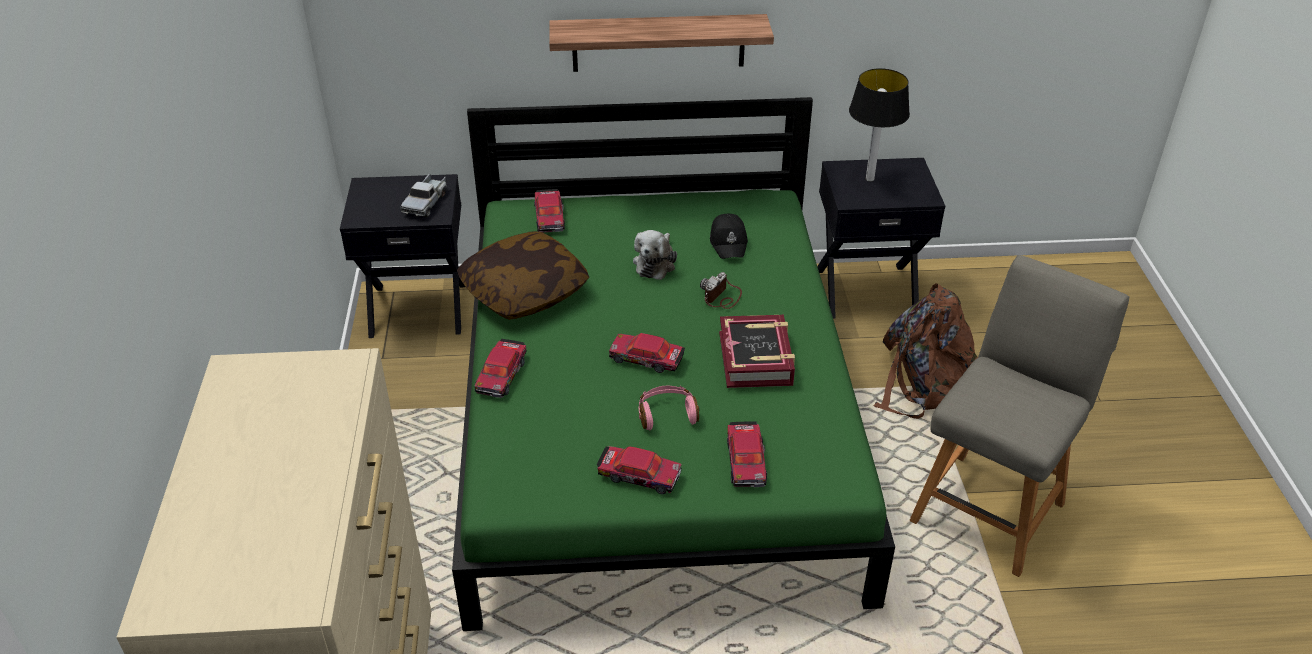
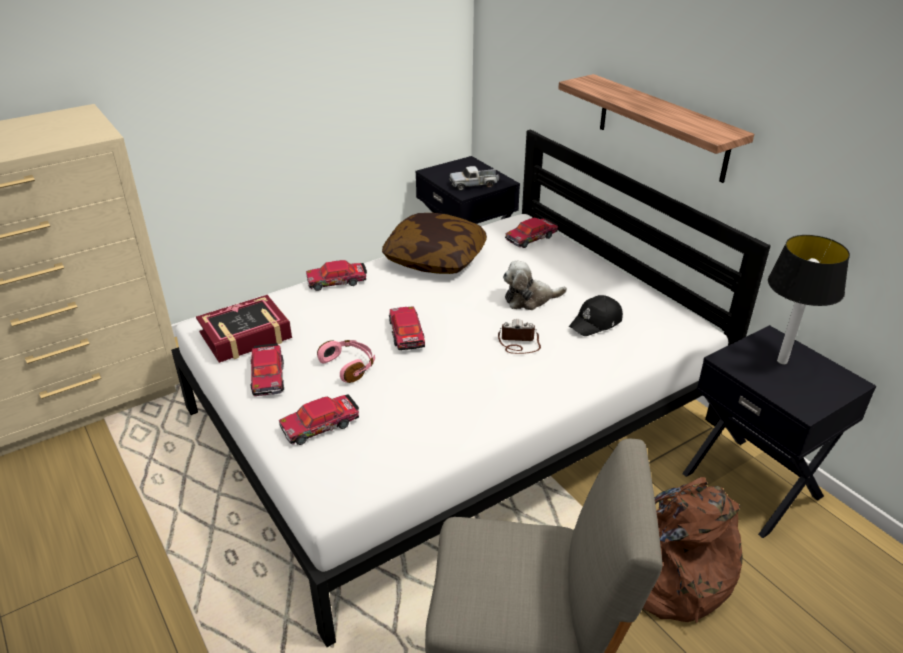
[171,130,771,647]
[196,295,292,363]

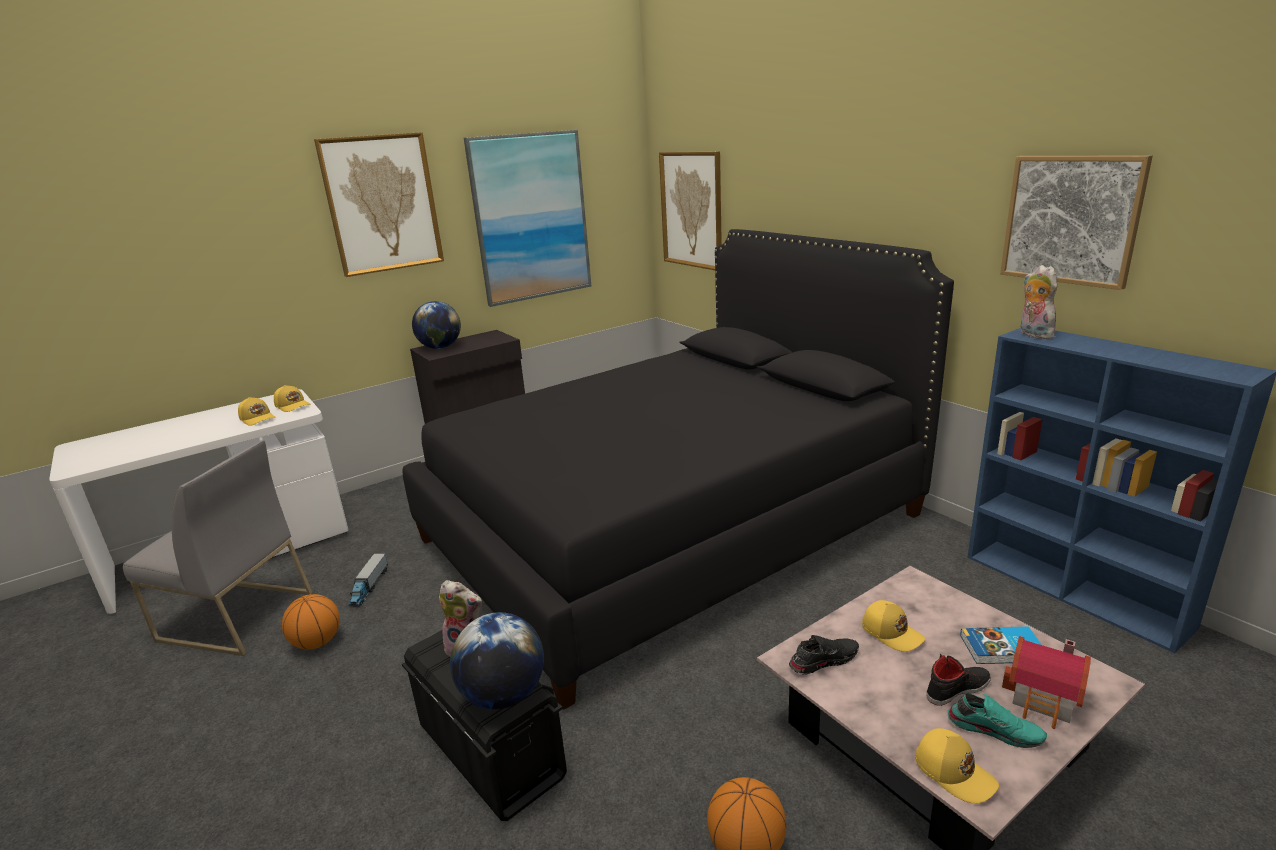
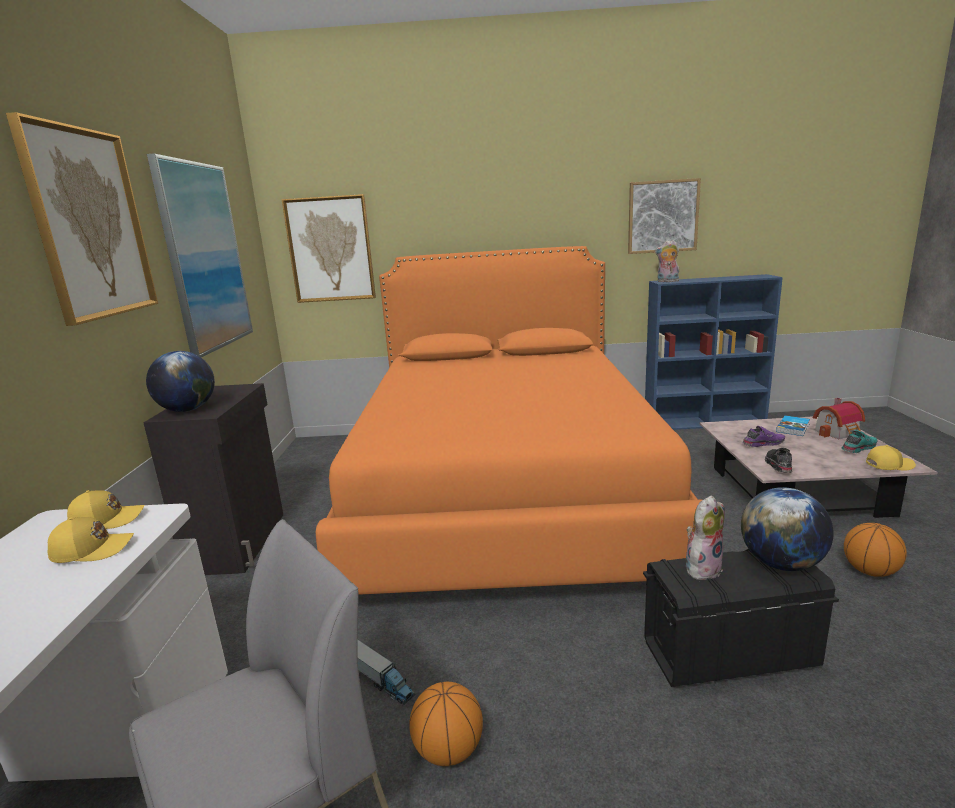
[316,246,702,595]
[742,426,785,447]
[926,654,991,706] (first image)

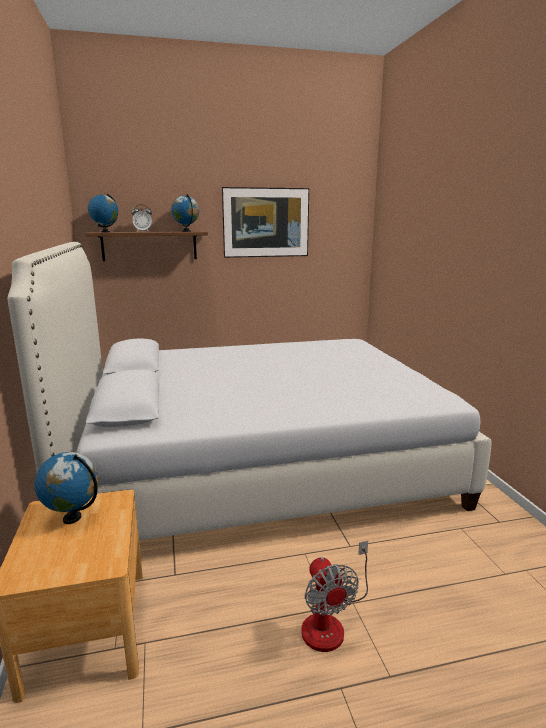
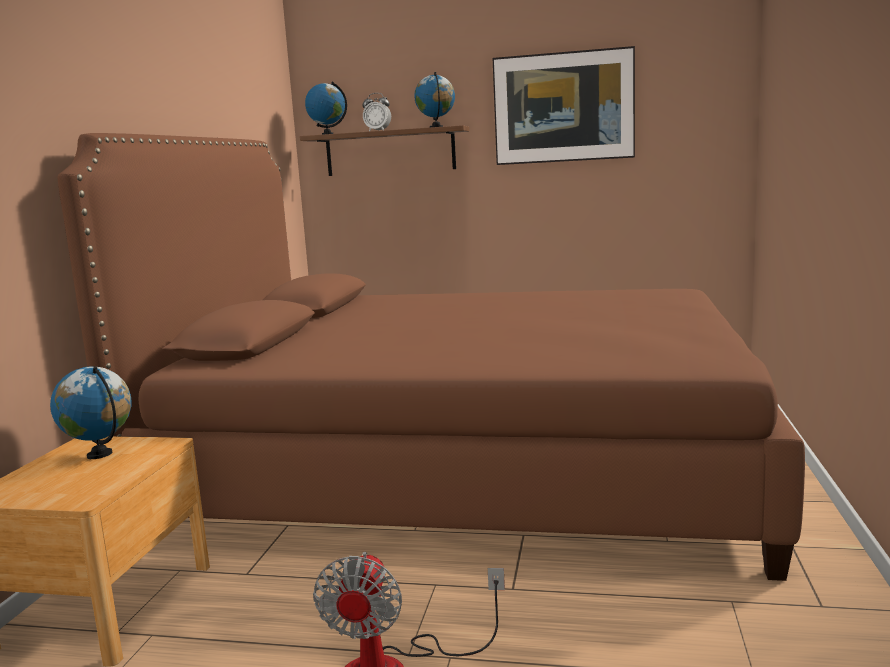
[57,133,805,581]

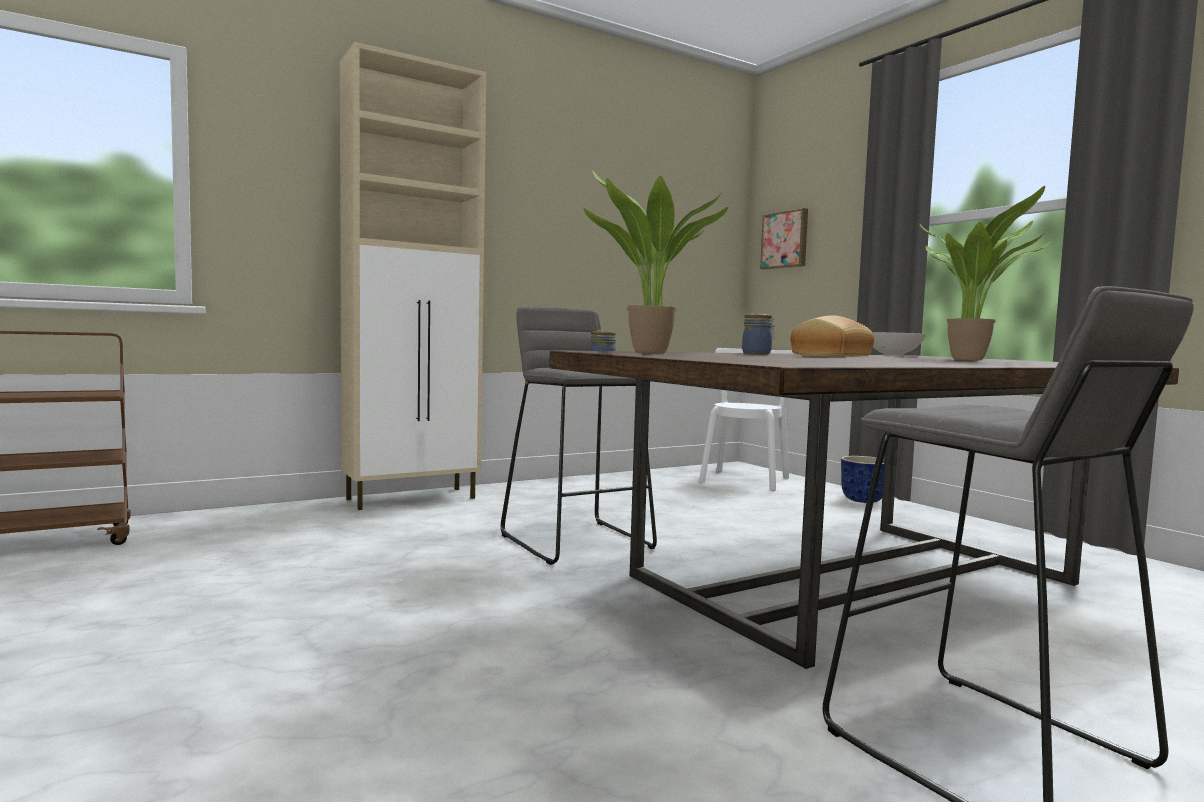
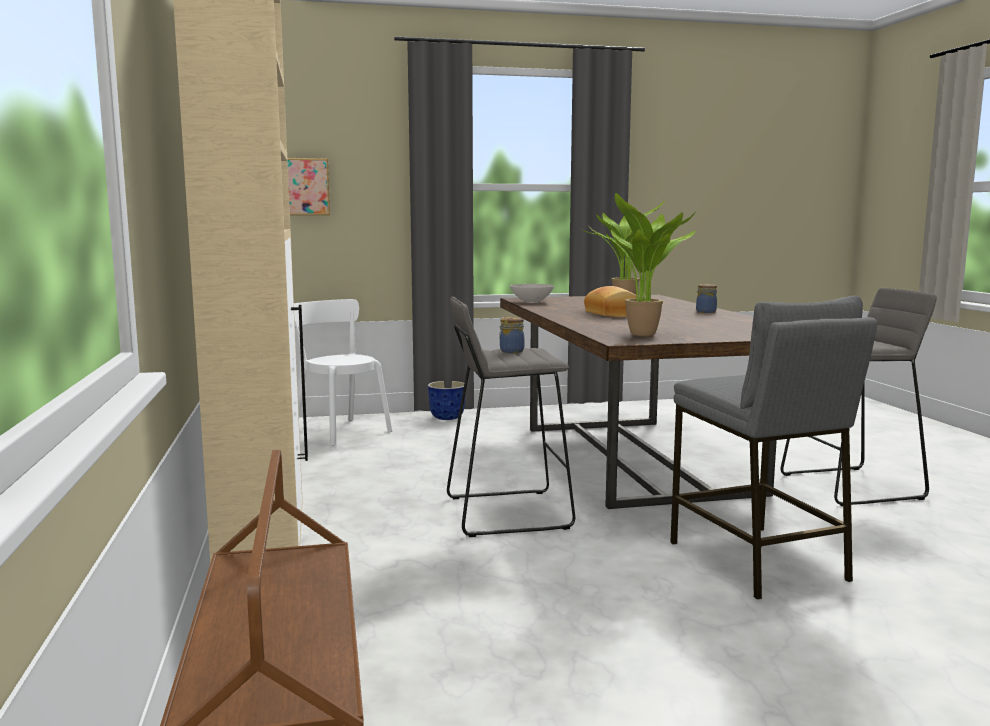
[670,296,878,600]
[696,284,717,313]

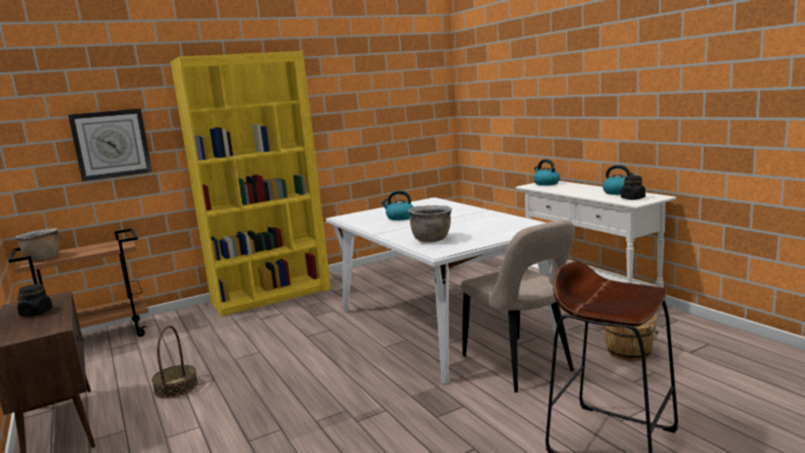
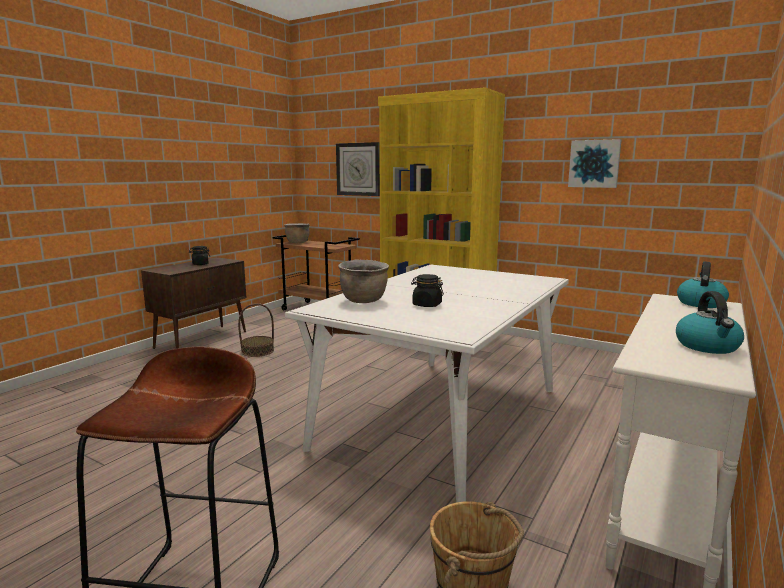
[411,274,444,307]
[568,139,622,188]
[381,190,414,221] (first image)
[461,220,575,393] (first image)

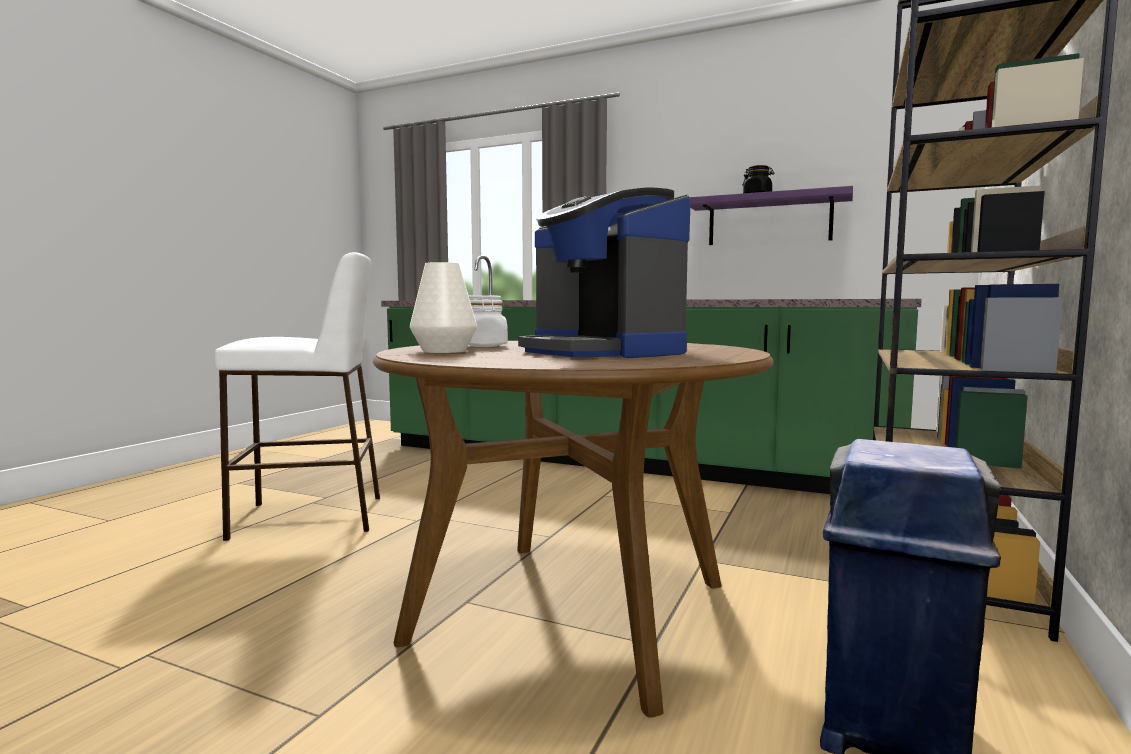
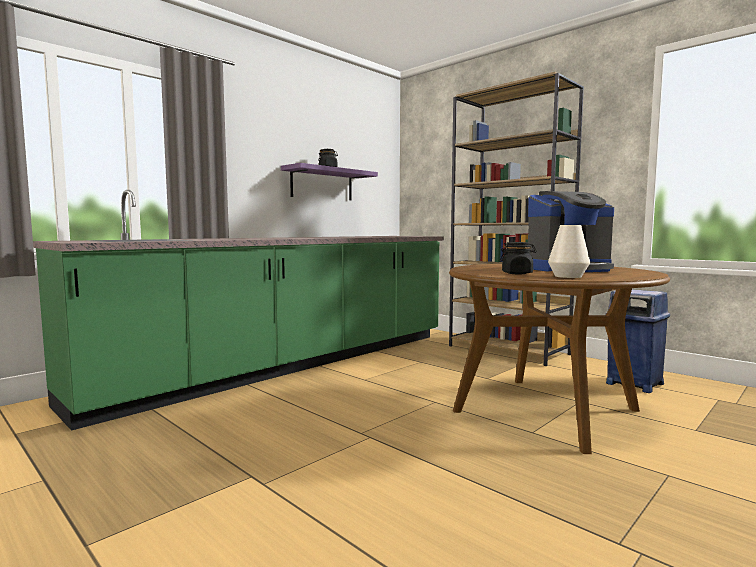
[500,242,537,274]
[215,252,380,541] (first image)

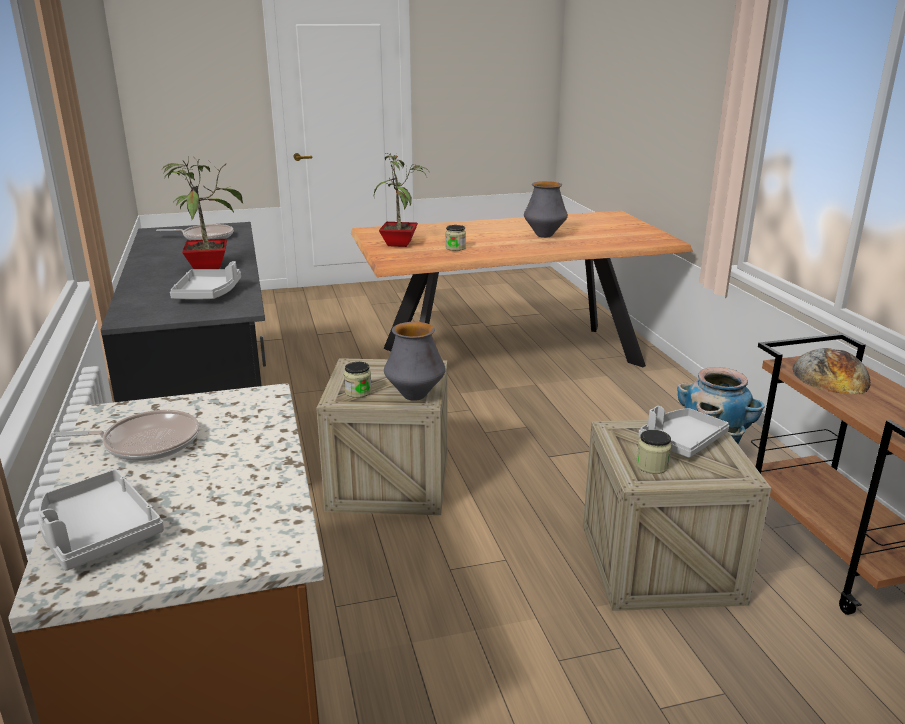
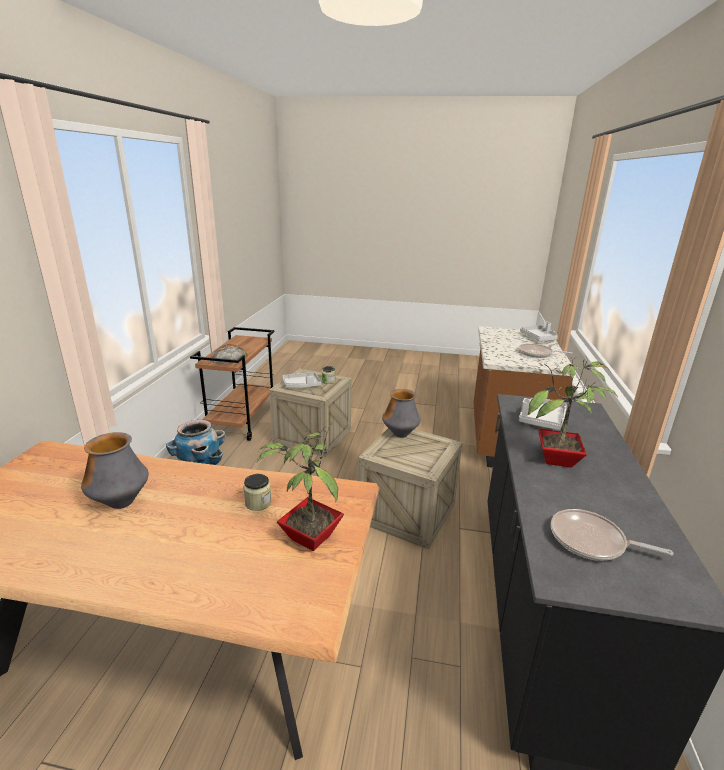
[344,362,372,398] (first image)

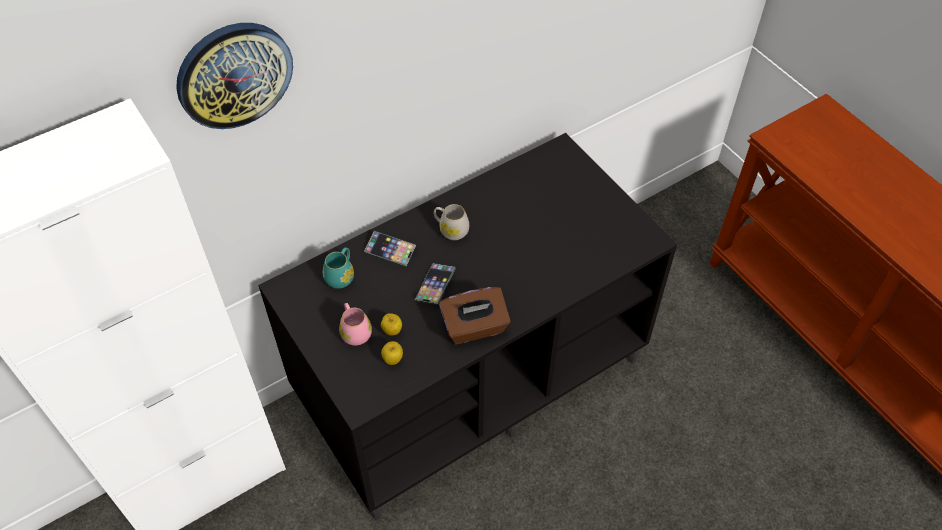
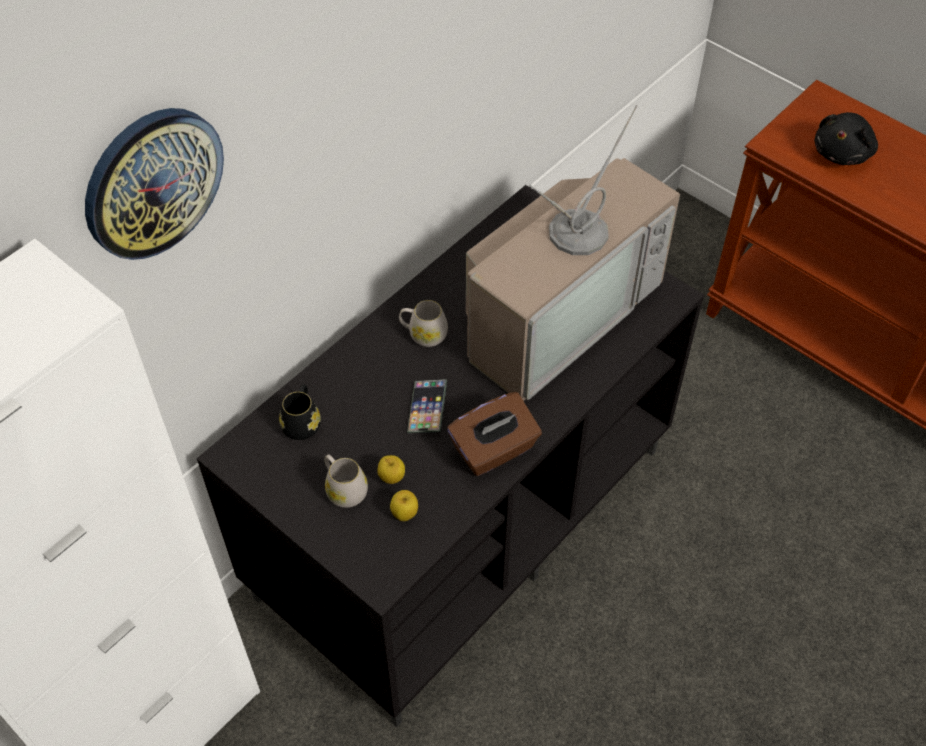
[279,384,321,440]
[324,455,368,508]
[466,105,680,401]
[814,112,878,165]
[364,231,416,267] (first image)

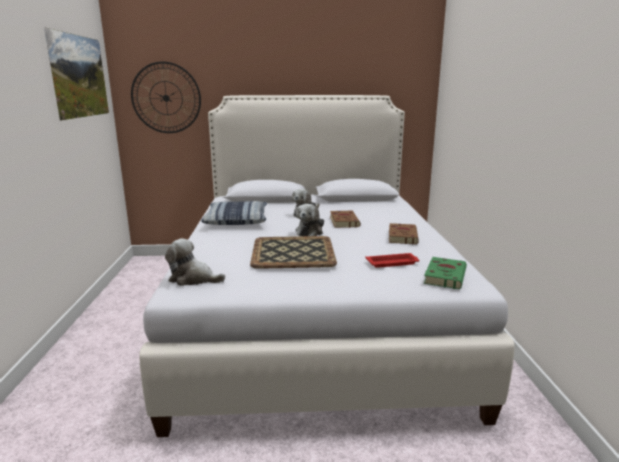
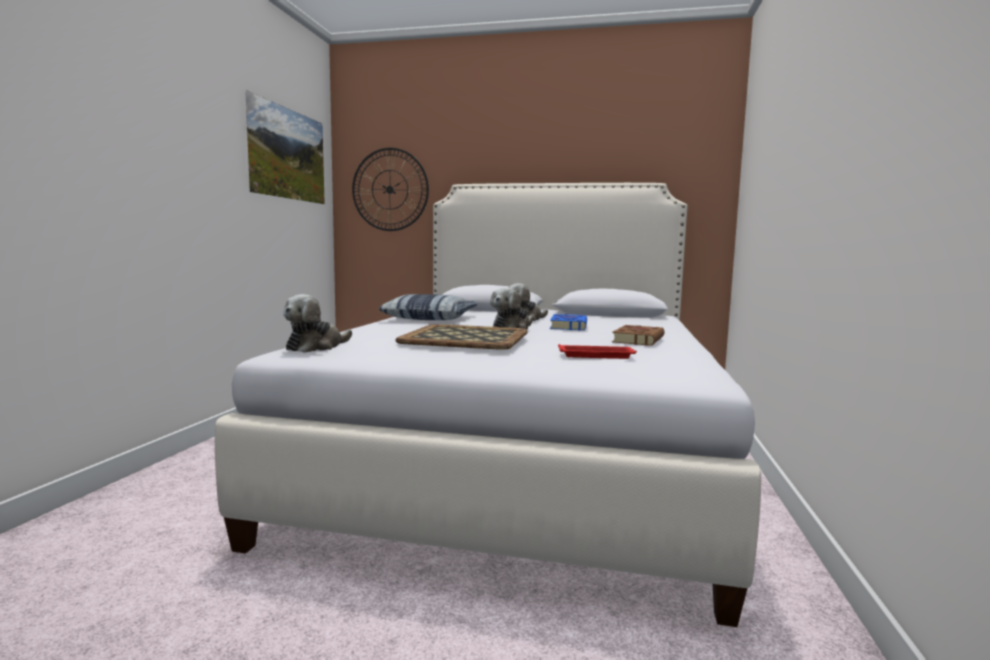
[283,294,352,353]
[550,314,587,331]
[424,257,467,289] (first image)

